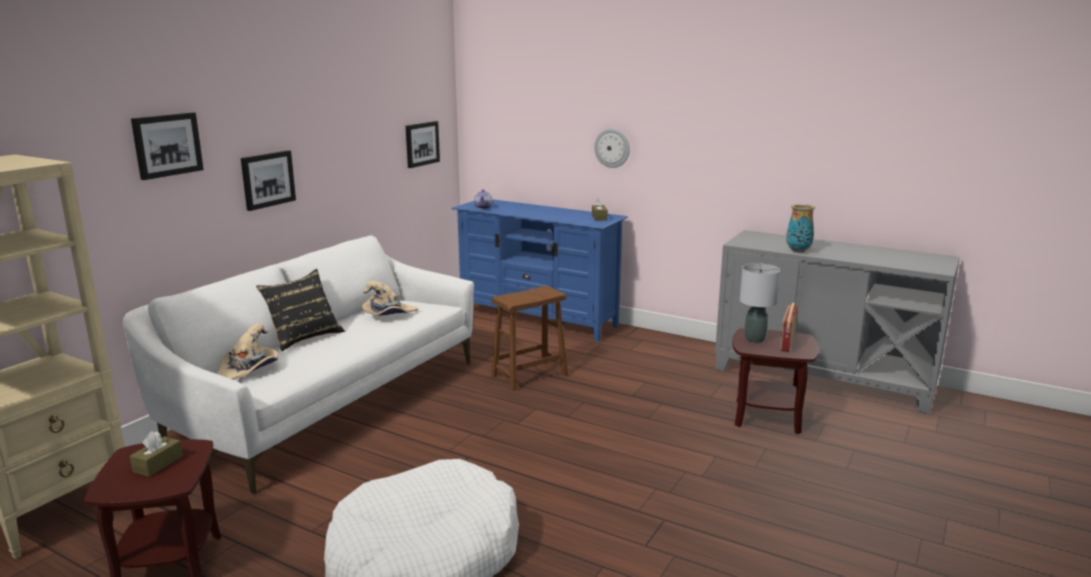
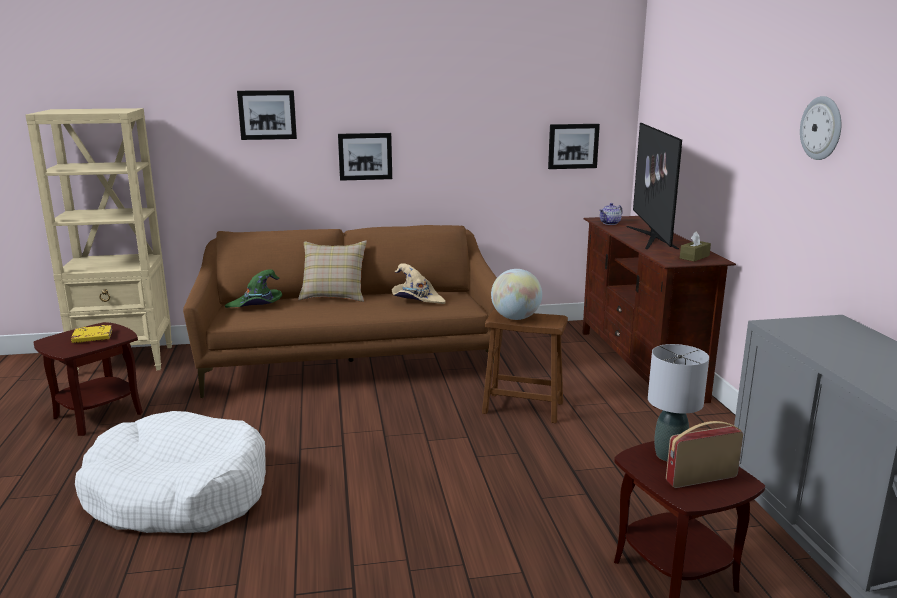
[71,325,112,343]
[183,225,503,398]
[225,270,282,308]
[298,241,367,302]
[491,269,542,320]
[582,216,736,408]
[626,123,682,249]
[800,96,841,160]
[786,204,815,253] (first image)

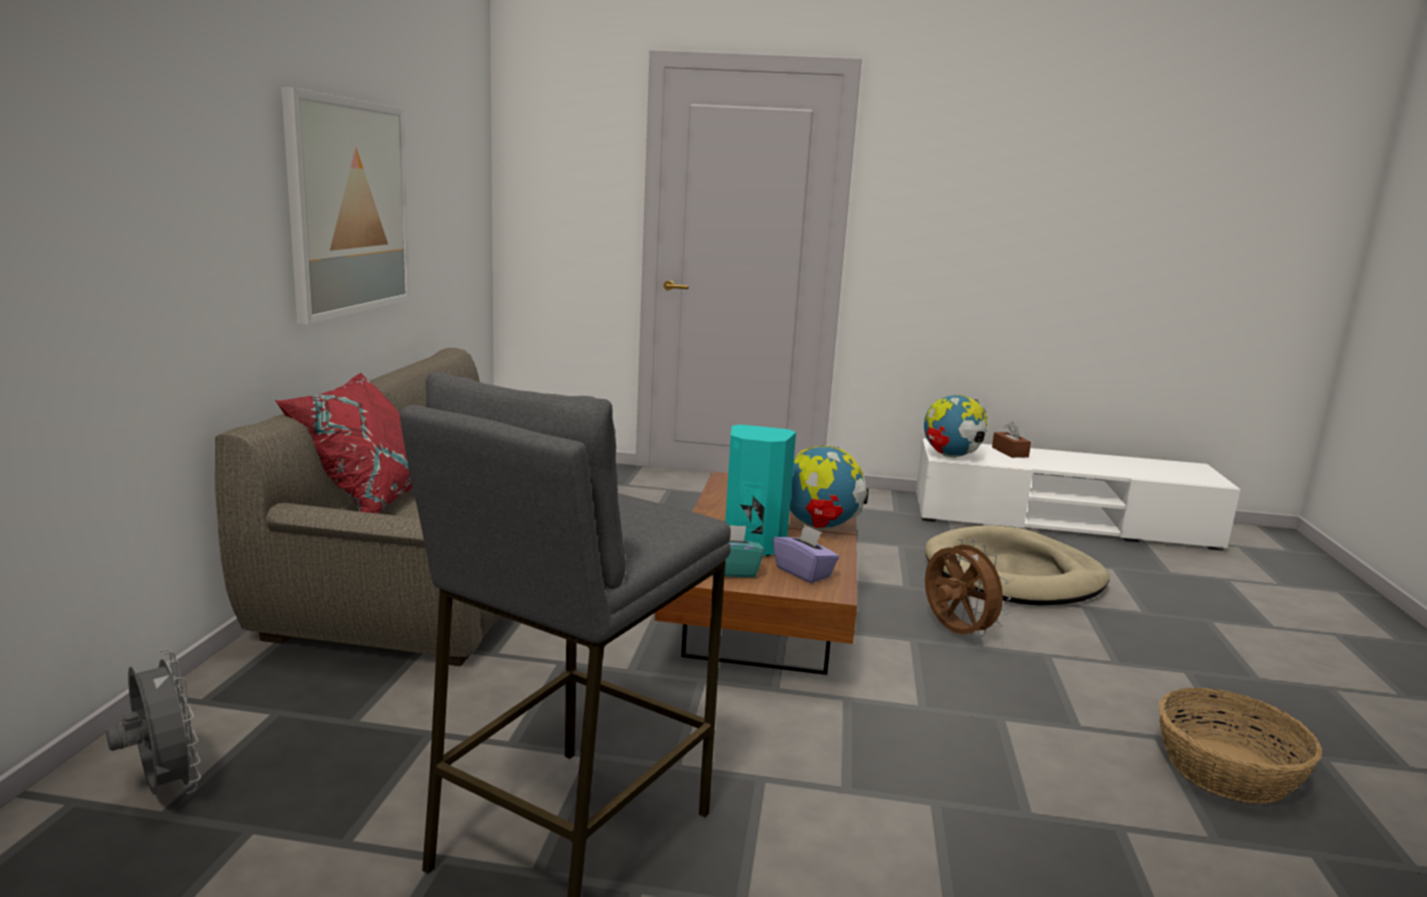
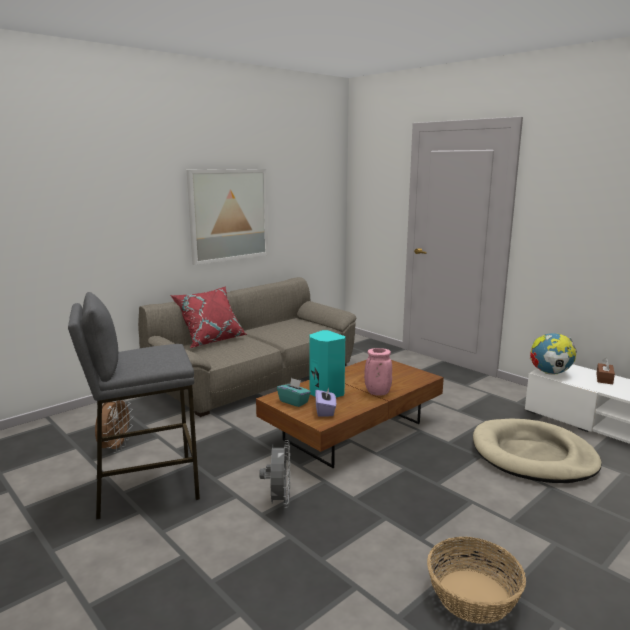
[95,399,133,453]
[259,440,290,508]
[364,348,392,396]

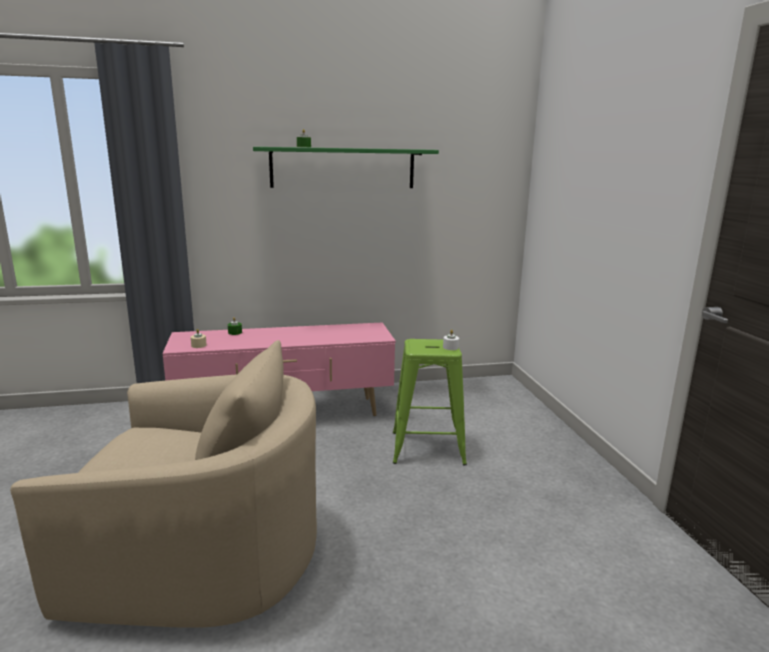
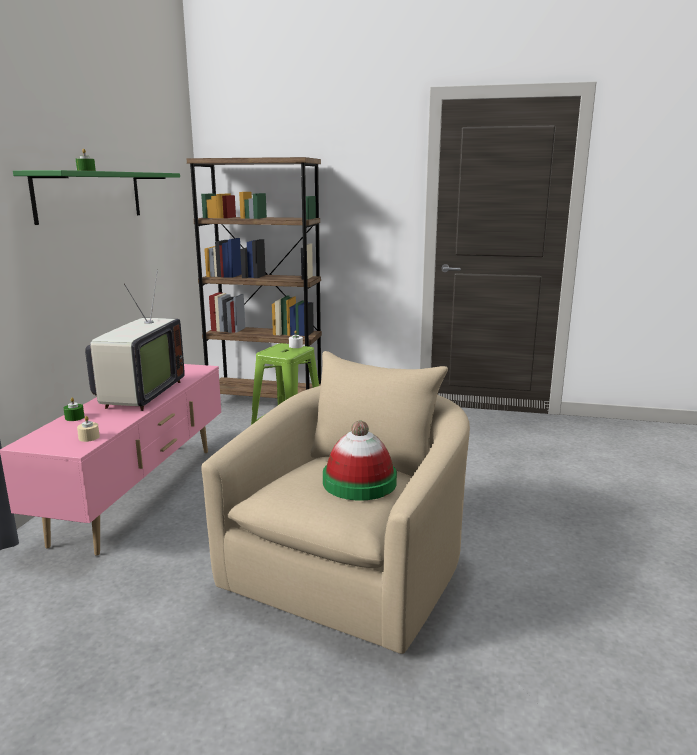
[85,269,185,411]
[186,157,322,398]
[323,421,397,501]

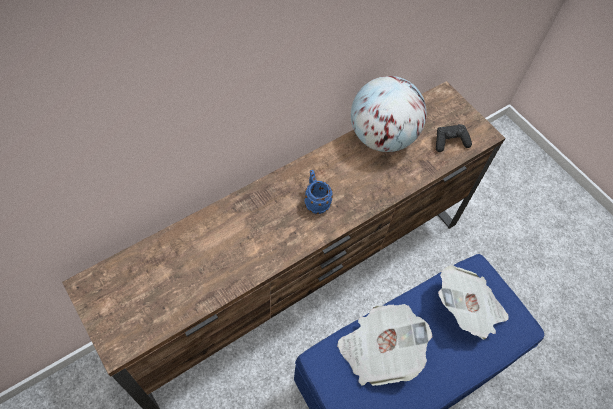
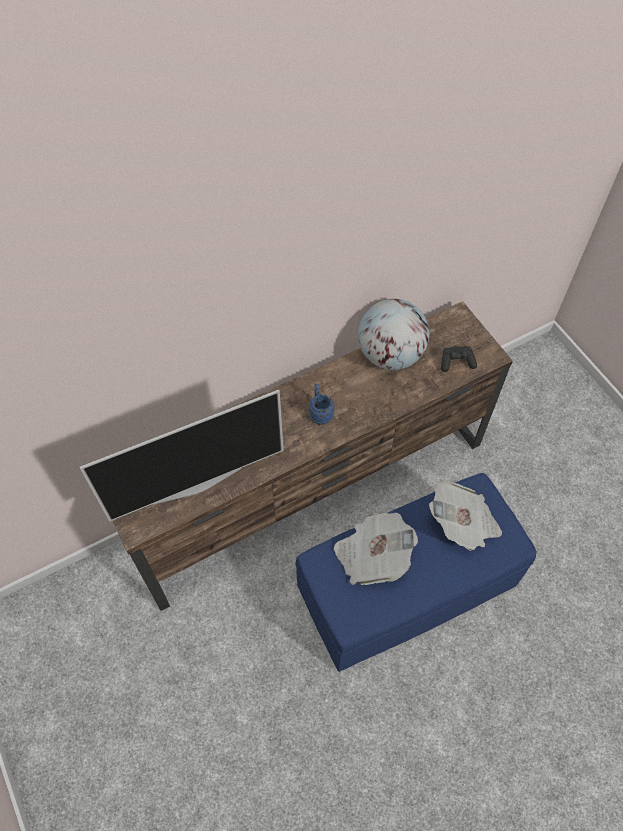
[80,390,284,522]

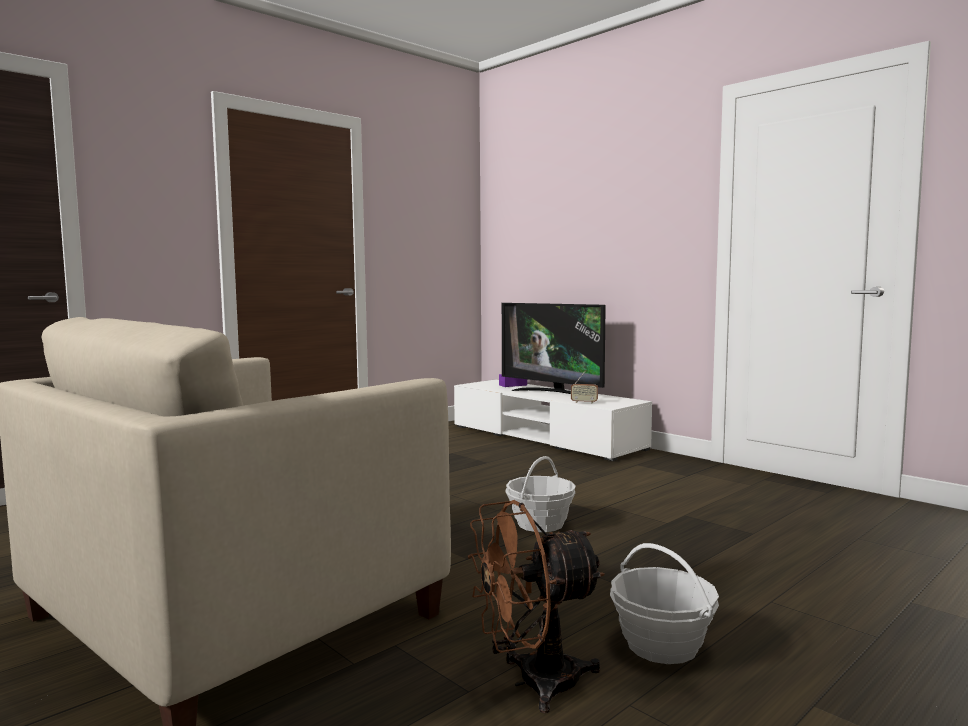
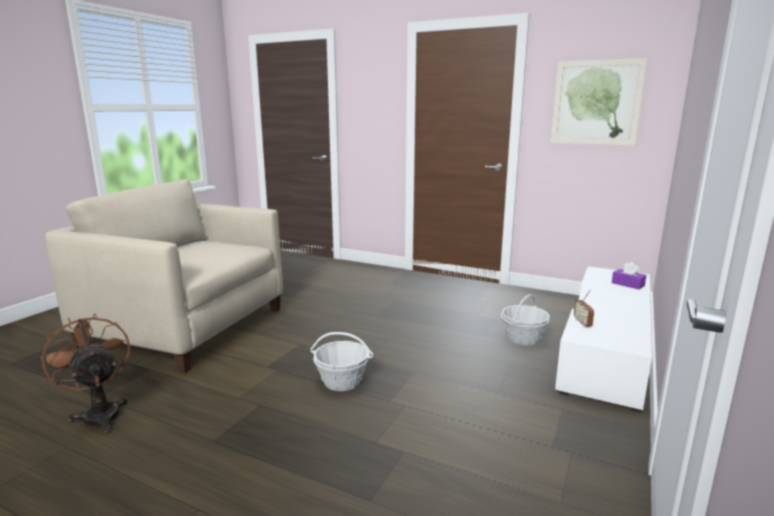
[501,294,550,345]
[551,58,647,146]
[502,303,606,394] (first image)

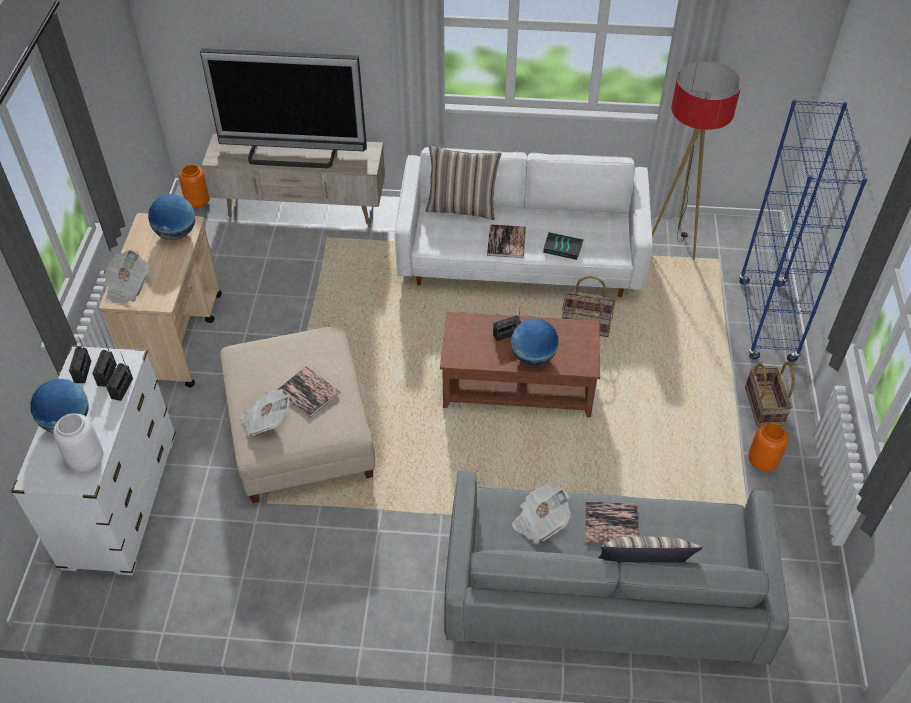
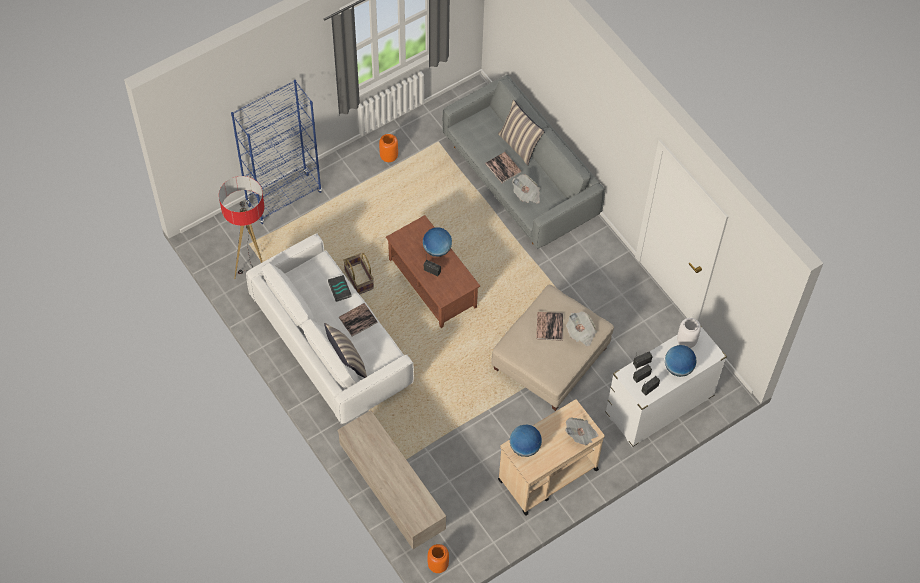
[200,48,367,168] (first image)
[745,362,795,427] (first image)

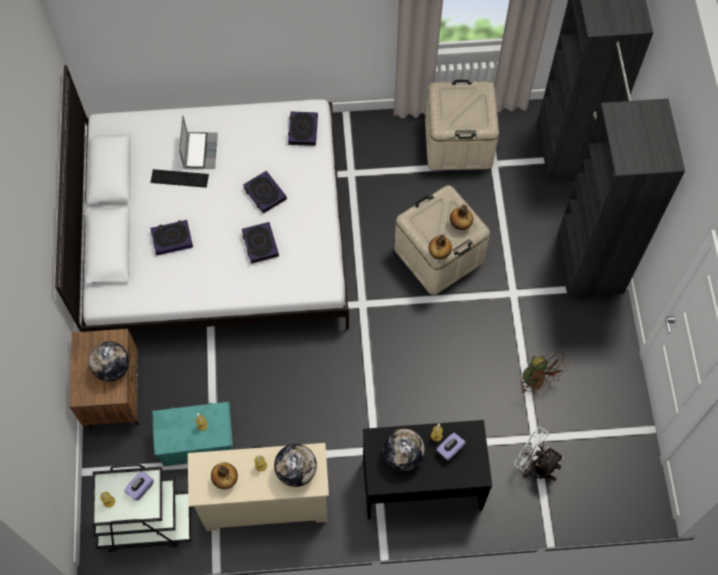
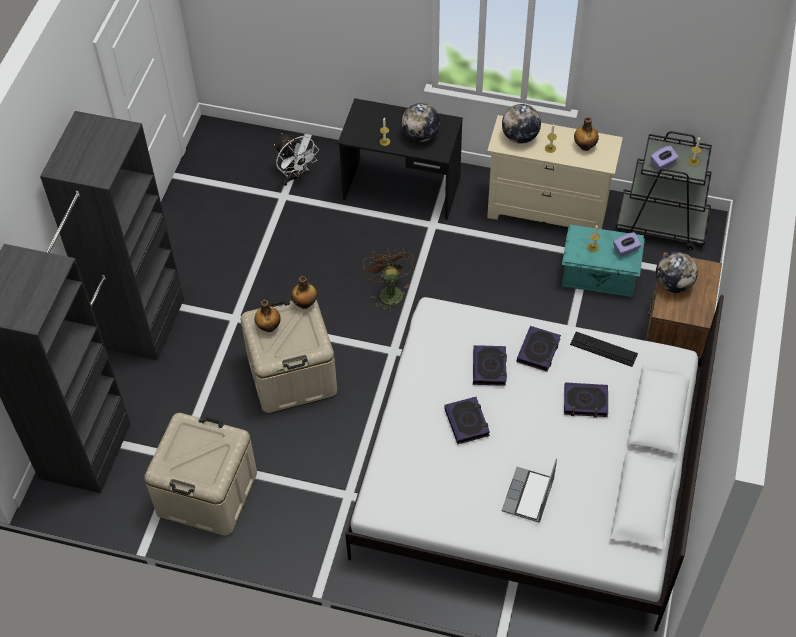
[363,247,415,312]
[517,326,561,372]
[570,331,638,367]
[613,232,641,256]

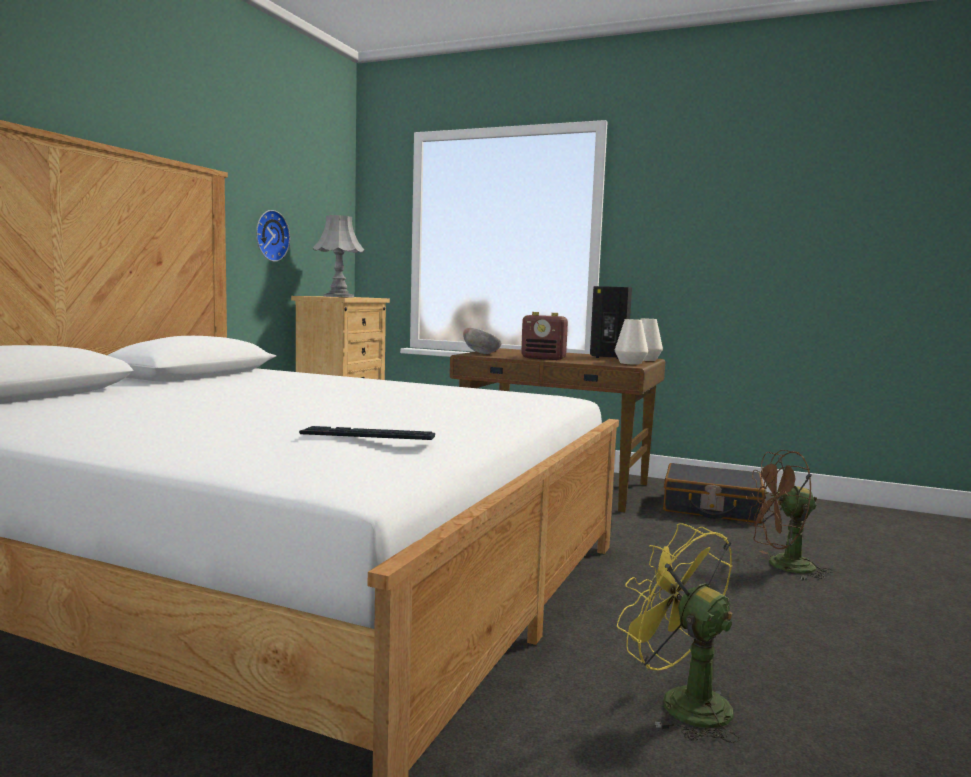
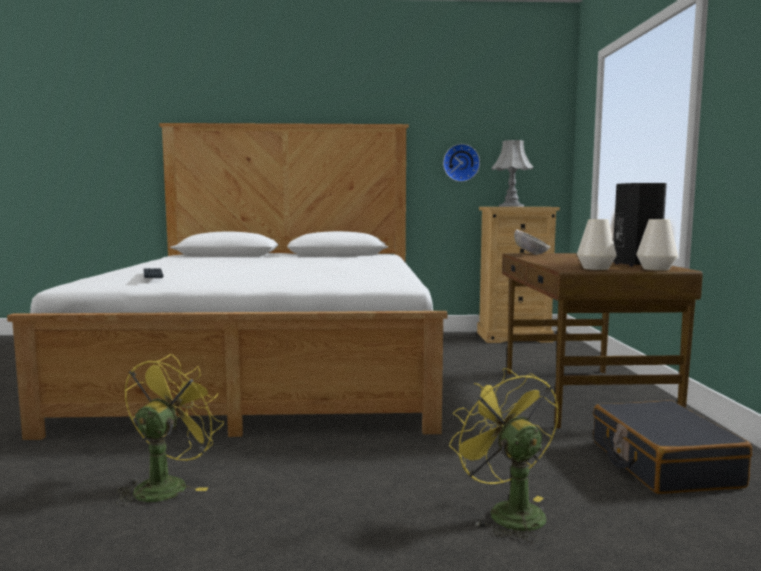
[449,368,559,543]
[521,312,568,360] (first image)

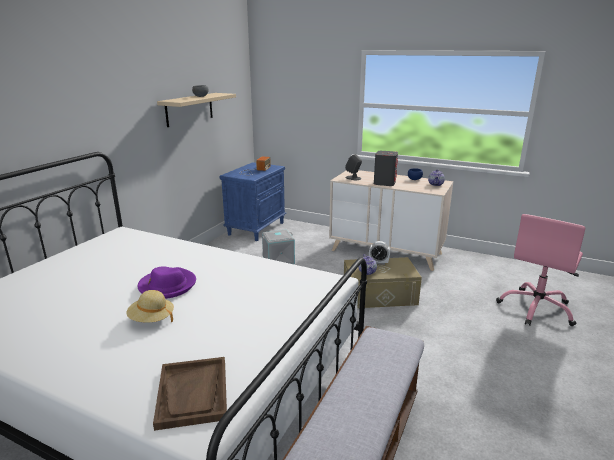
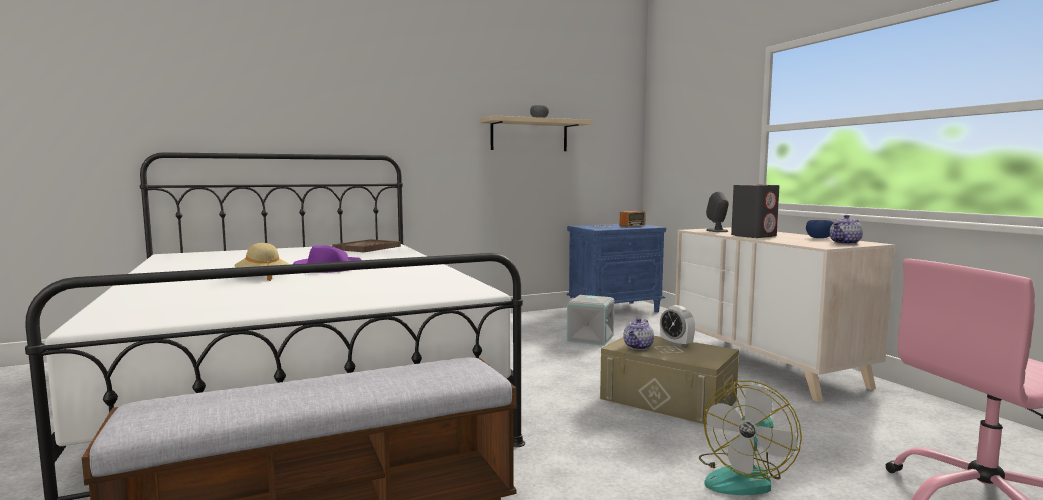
[332,239,401,252]
[699,381,802,495]

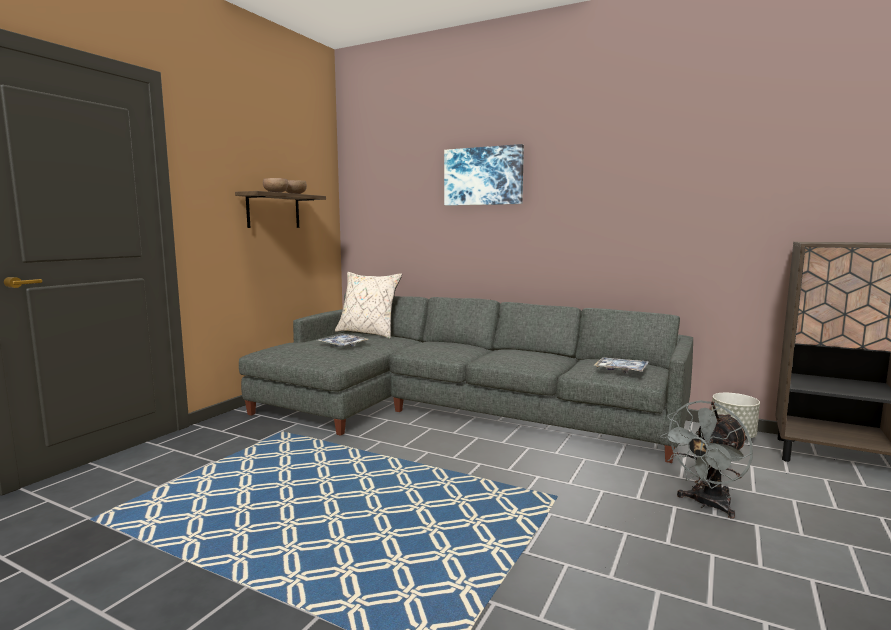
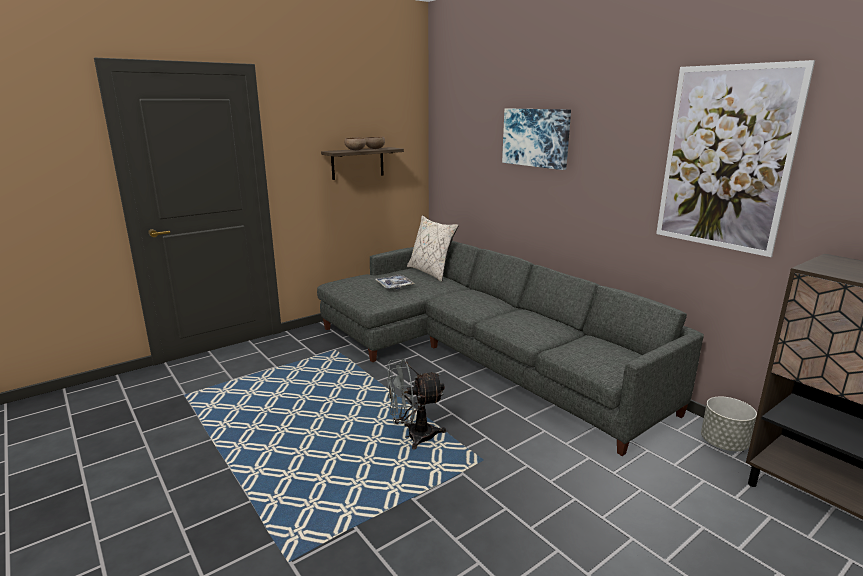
[387,359,446,450]
[656,60,815,257]
[593,357,649,373] (first image)

